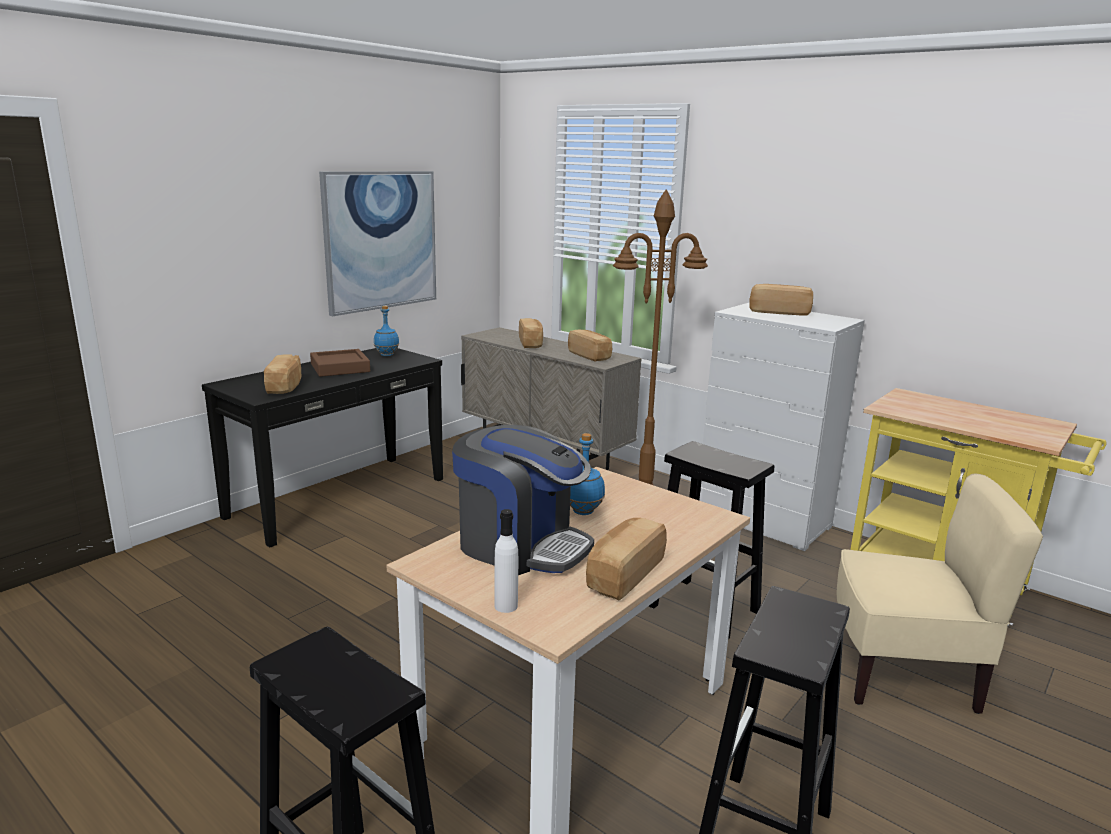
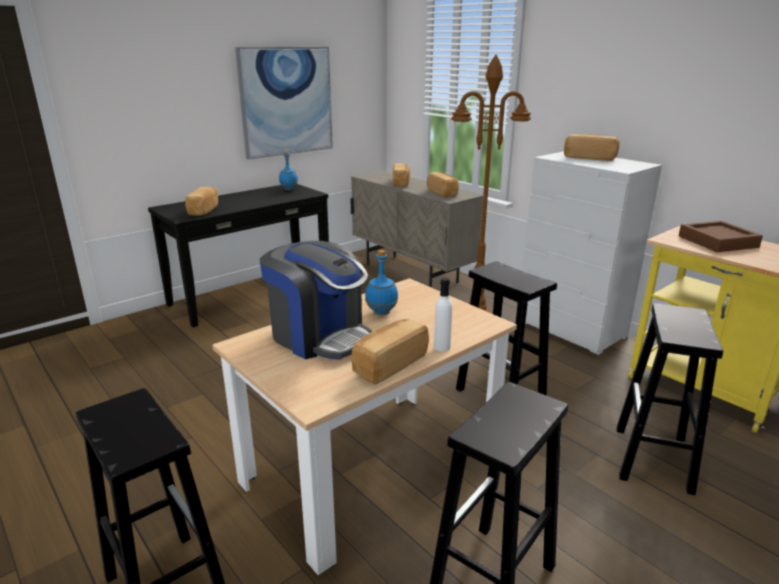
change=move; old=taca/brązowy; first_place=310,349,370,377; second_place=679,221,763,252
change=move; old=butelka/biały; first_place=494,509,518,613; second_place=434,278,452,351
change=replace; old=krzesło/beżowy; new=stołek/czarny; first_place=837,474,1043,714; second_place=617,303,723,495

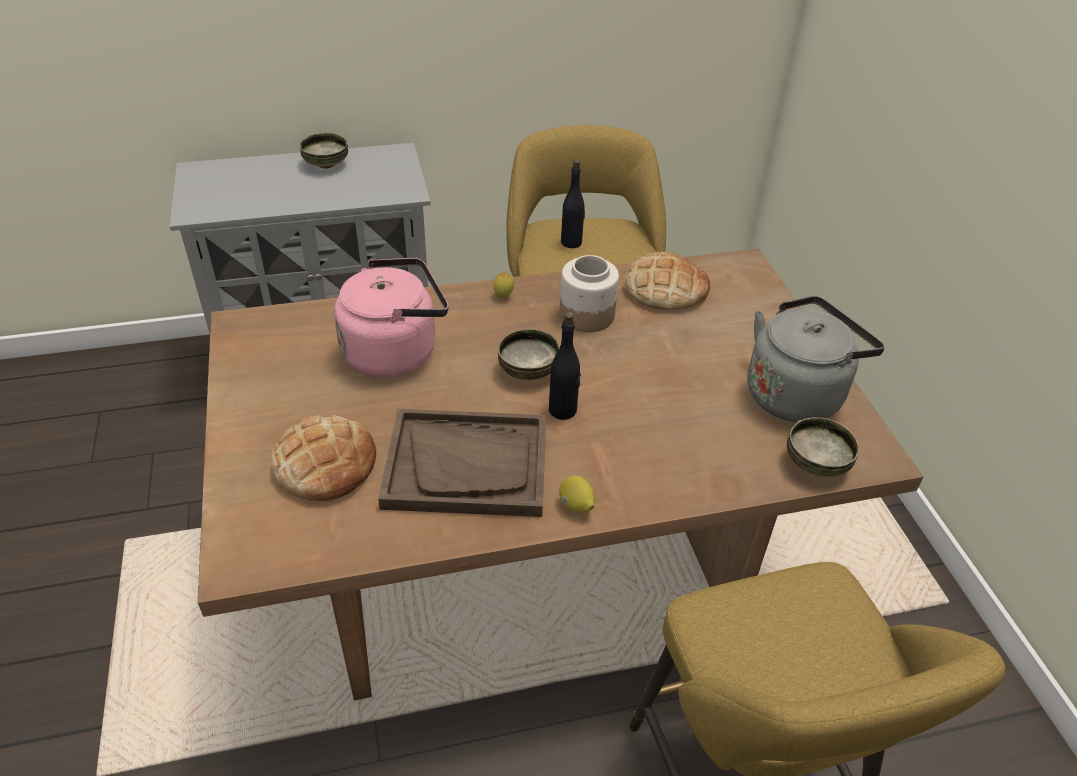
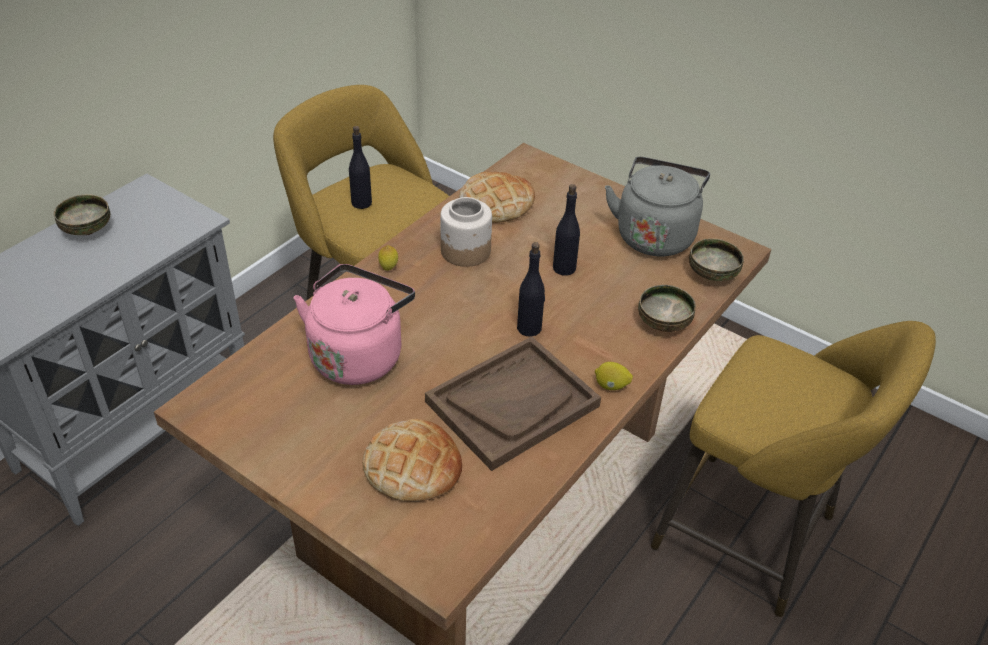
change=insert; new=butelka/czarny; second_place=553,184,580,276
change=move; old=miska; first_place=498,329,560,380; second_place=638,285,696,332

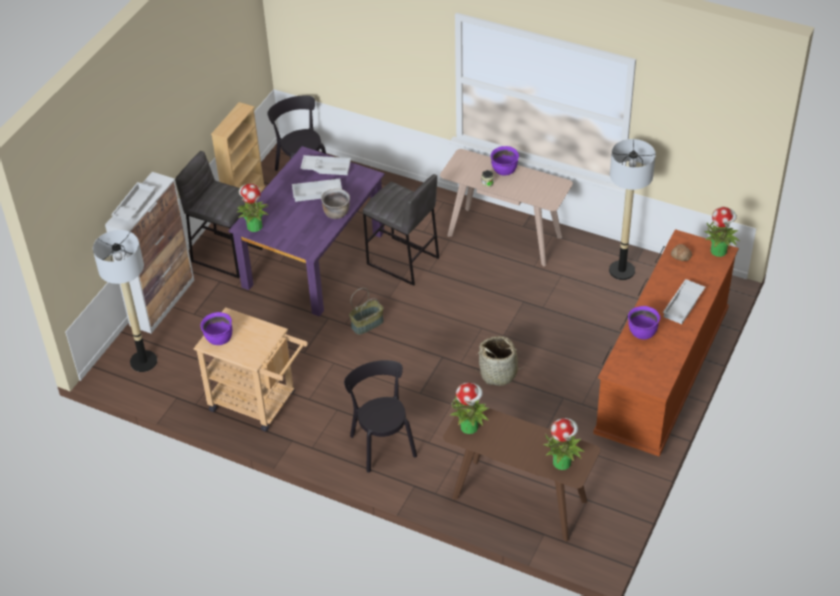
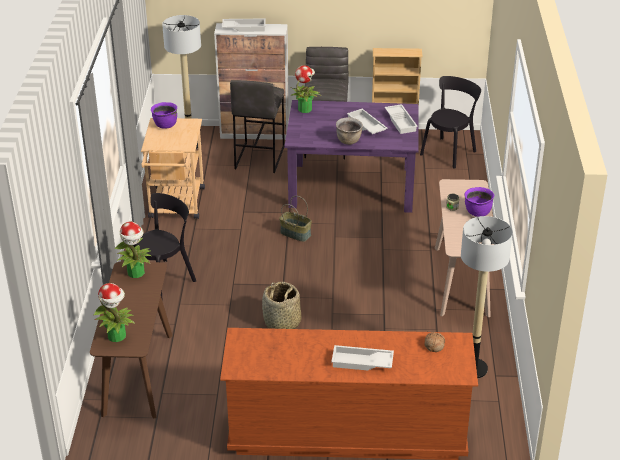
change=delete; old=garnek/fioletowy; first_place=628,306,660,340
change=delete; old=roślina doniczkowa; first_place=704,207,740,257
change=move; old=stołek/szary; first_place=363,174,439,286; second_place=230,80,285,173

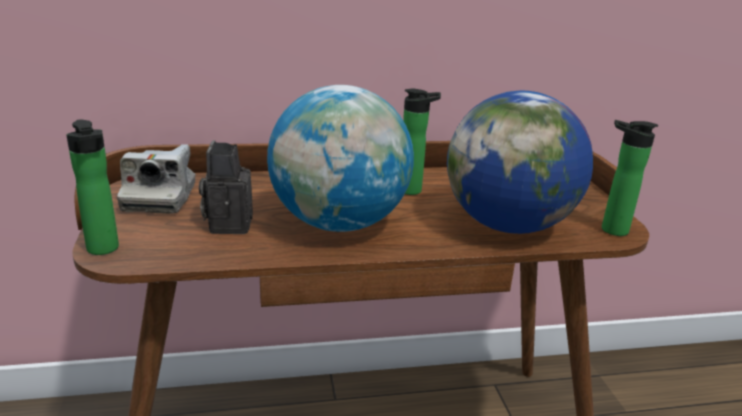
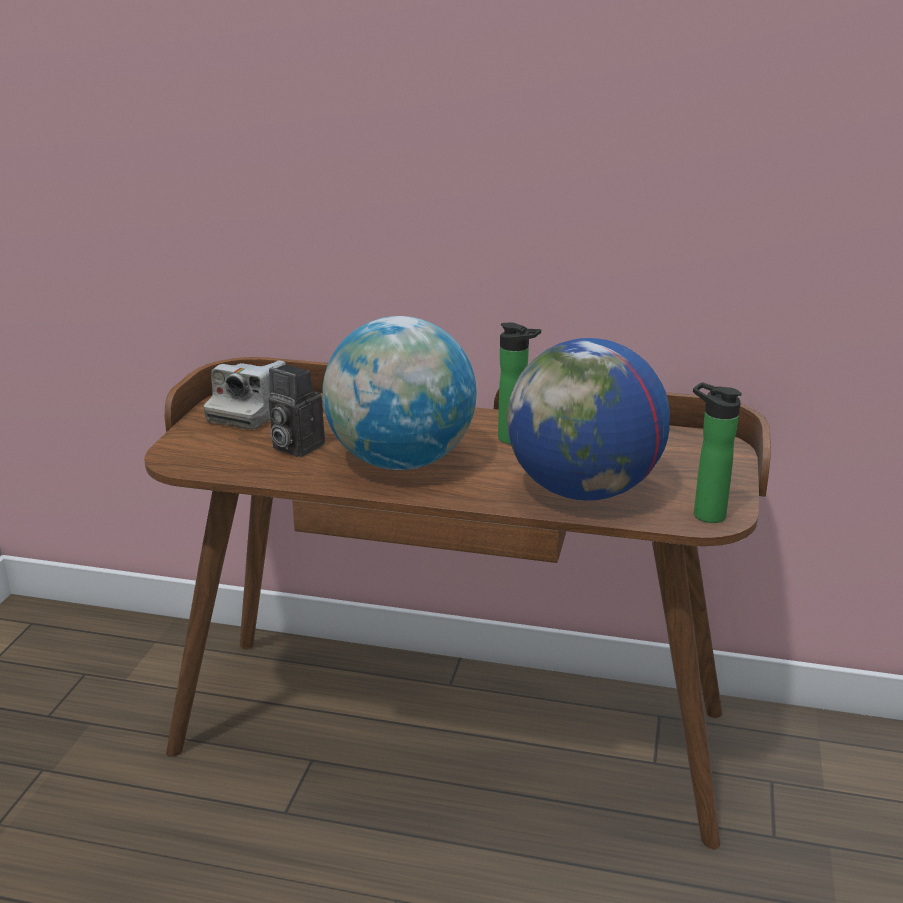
change=delete; old=butelka; first_place=66,119,119,255
change=rotate; old=aparat fotograficzny; first_place=199,140,253,234; second_place=269,365,325,457; degrees=-75

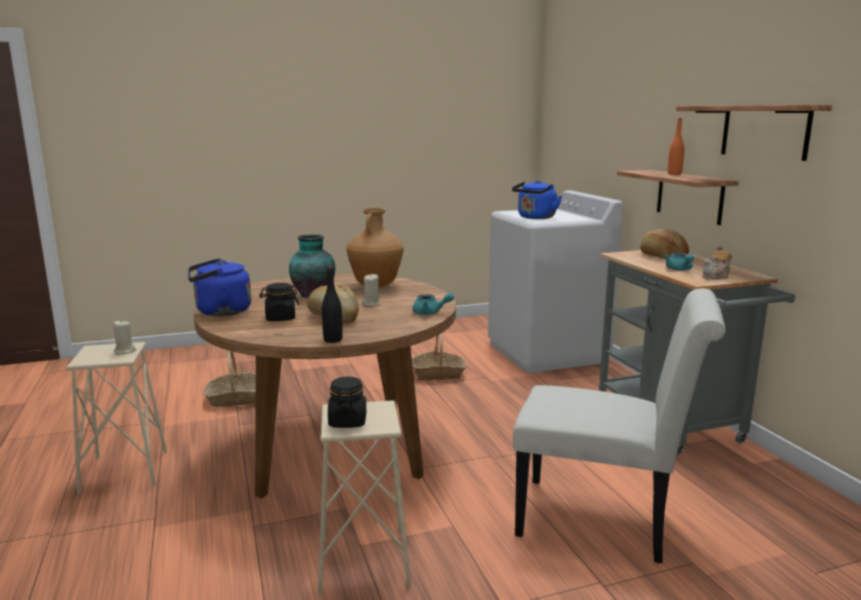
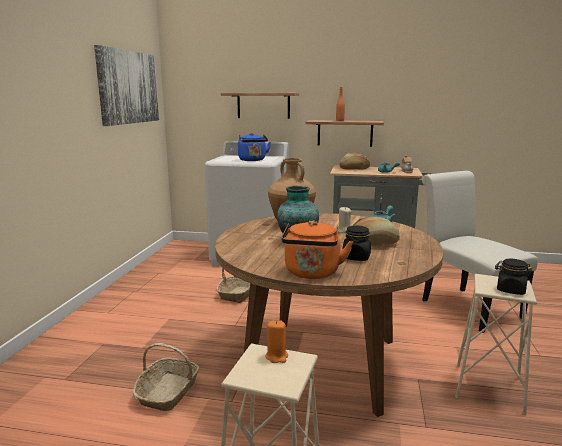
change=delete; old=butelka/czarny; first_place=322,266,343,343
change=insert; new=obraz; second_place=94,45,159,126
change=move; old=półka; first_place=676,105,832,161; second_place=221,93,299,119
change=recolor; old=świeca/beżowy; new=świeca/pomarańczowy; first_place=113,321,136,355; second_place=265,320,288,363
change=recolor; old=czajnik/niebieski; new=czajnik/pomarańczowy; first_place=188,258,251,316; second_place=281,220,353,279
change=rotate; old=krzesło/biały; first_place=513,288,726,564; second_place=422,171,538,333; degrees=-75

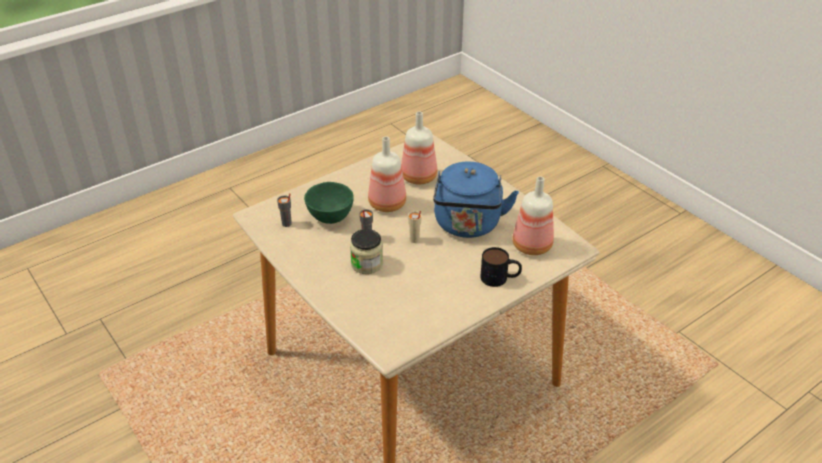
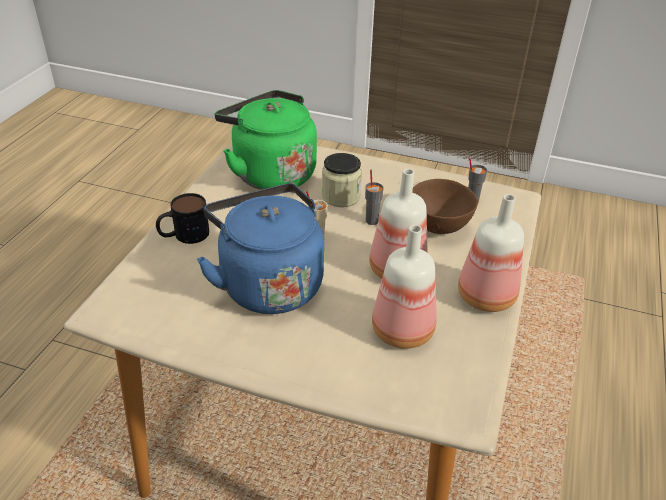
change=insert; new=czajnik/zielony; second_place=214,90,317,190
change=move; old=butelka; first_place=512,176,554,255; second_place=458,194,524,312
change=recolor; old=miska/zielony; new=miska/brązowy; first_place=304,182,354,224; second_place=412,179,478,234

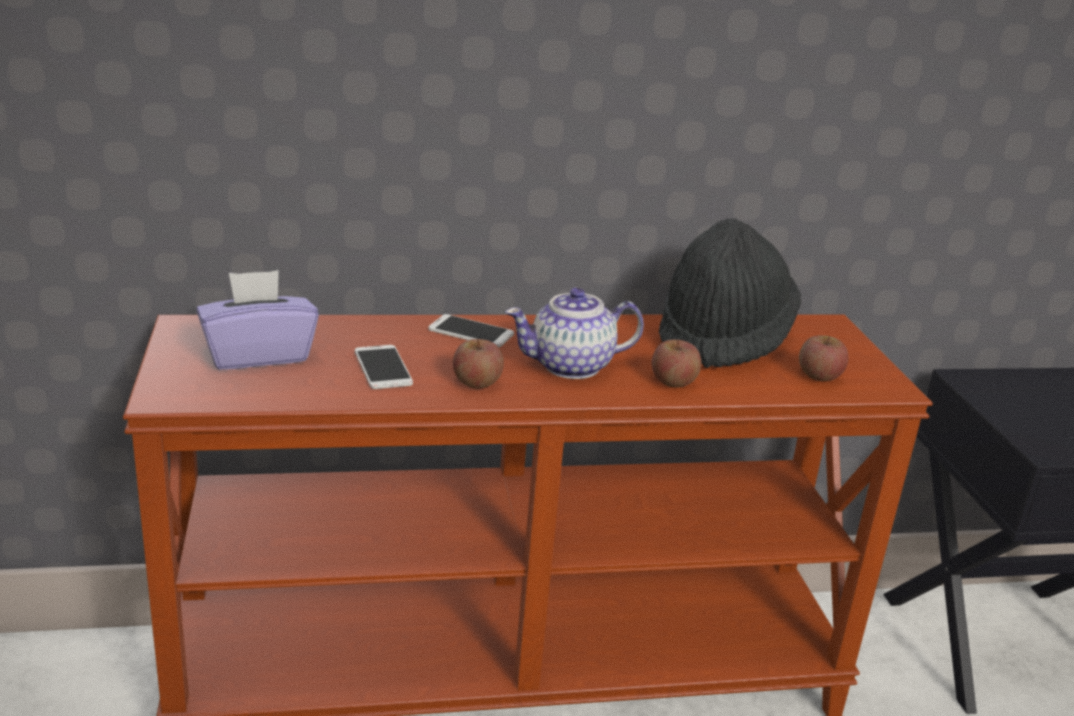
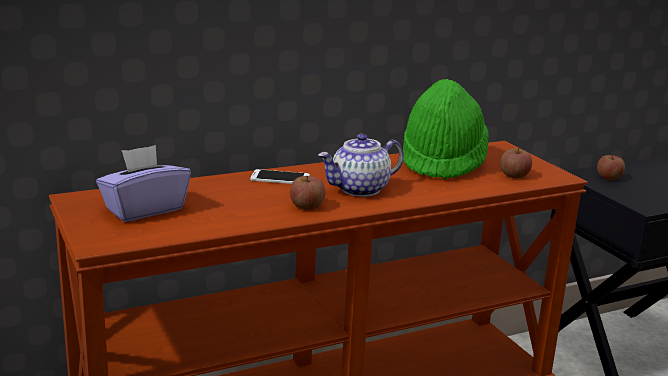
change=delete; old=telefon; first_place=355,345,413,389
change=move; old=jabłko; first_place=652,340,701,388; second_place=597,155,625,180
change=recolor; old=kapelusz/czarny; new=kapelusz/zielony; first_place=659,218,801,369; second_place=403,79,489,180

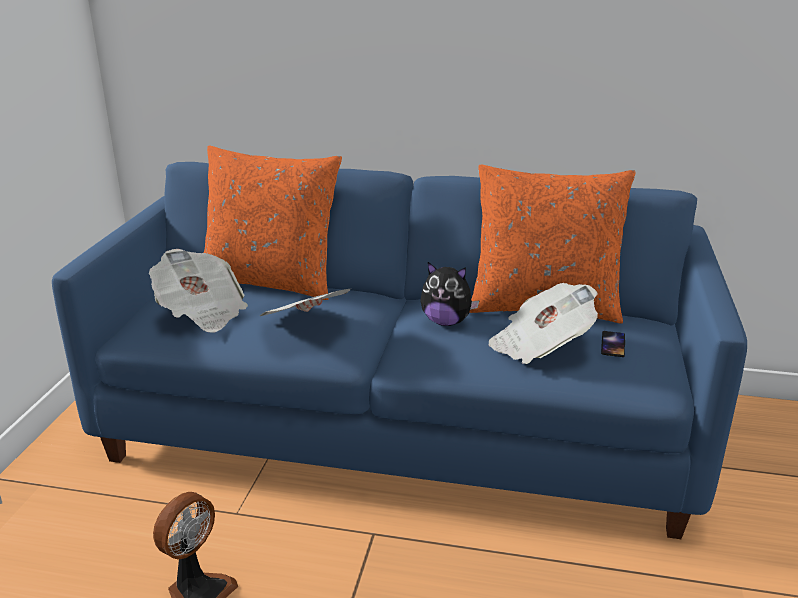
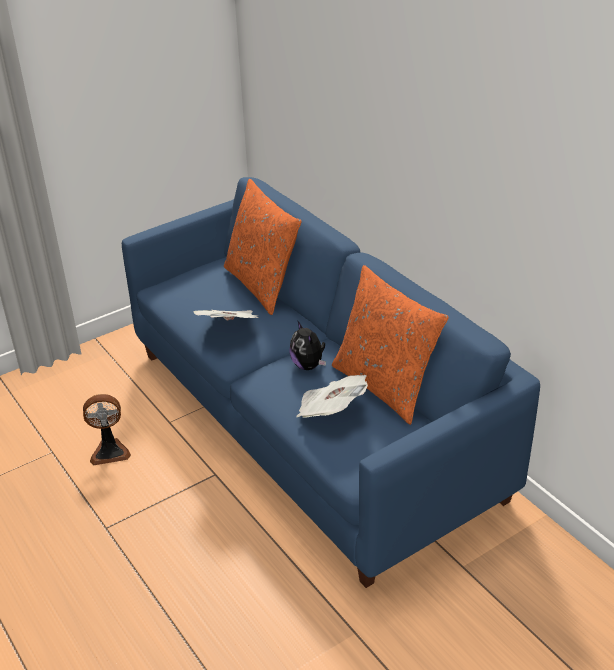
change=delete; old=gazeta; first_place=149,249,248,333
change=delete; old=telefon; first_place=601,331,625,357

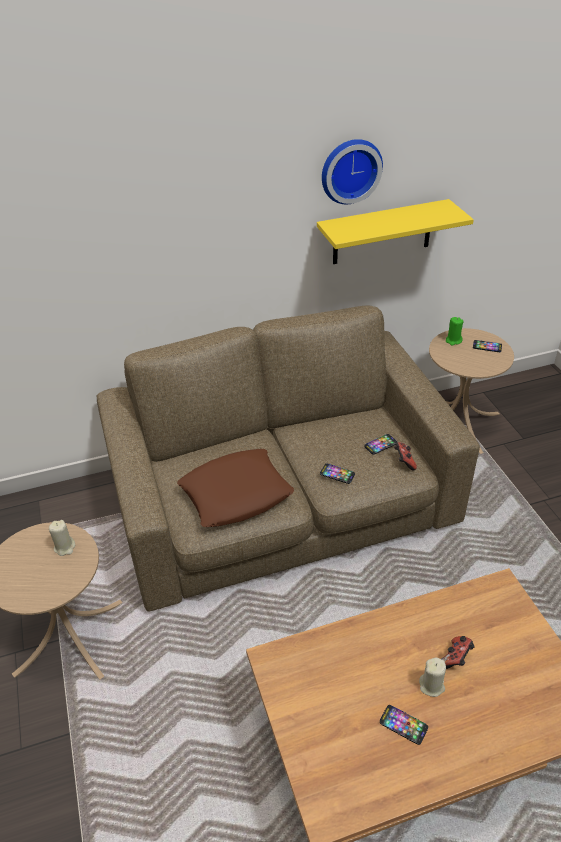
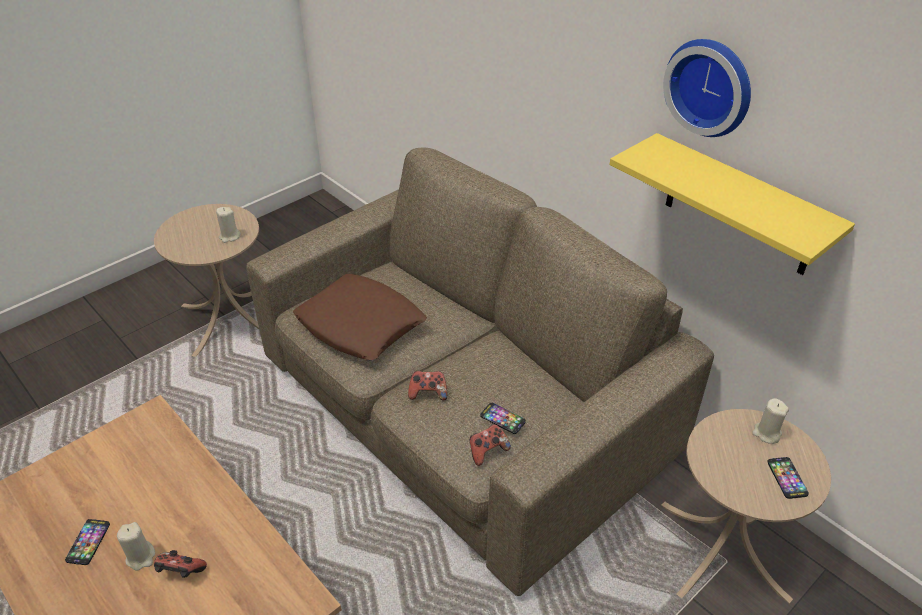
change=replace; old=telefon; new=pad do gier; first_place=320,464,355,484; second_place=408,371,447,401
change=recolor; old=świeca/zielony; new=świeca/beżowy; first_place=446,317,464,346; second_place=752,398,789,444

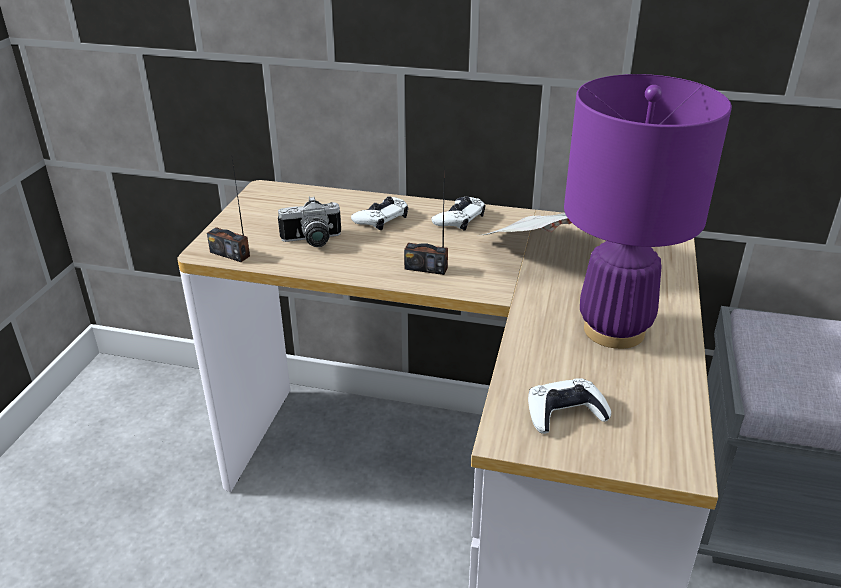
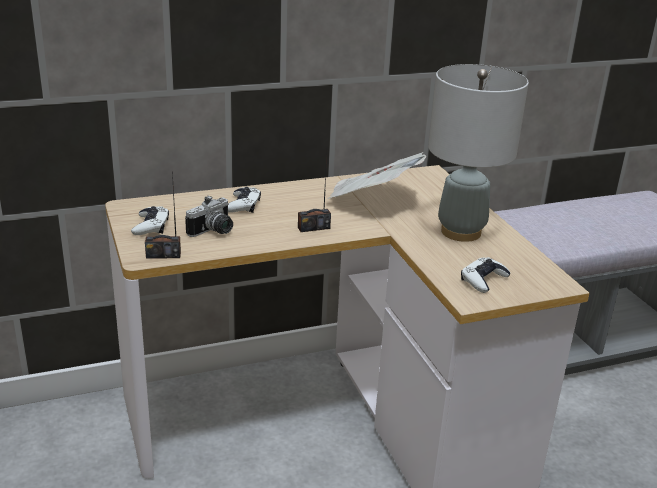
change=move; old=pad do gier/biały; first_place=431,196,486,231; second_place=131,206,169,235
change=recolor; old=lampa stołowa/fioletowy; new=lampa stołowa/szary; first_place=564,74,732,349; second_place=428,64,529,242

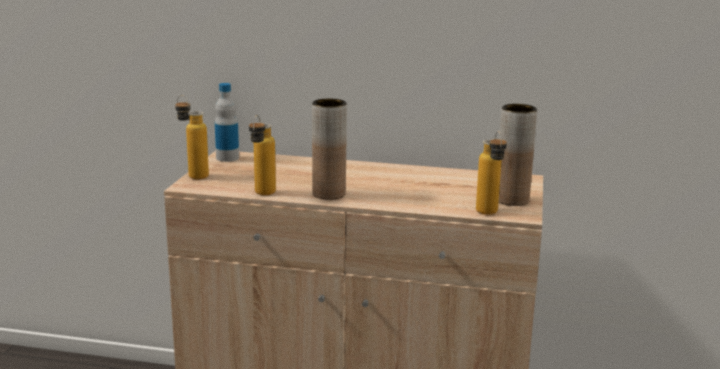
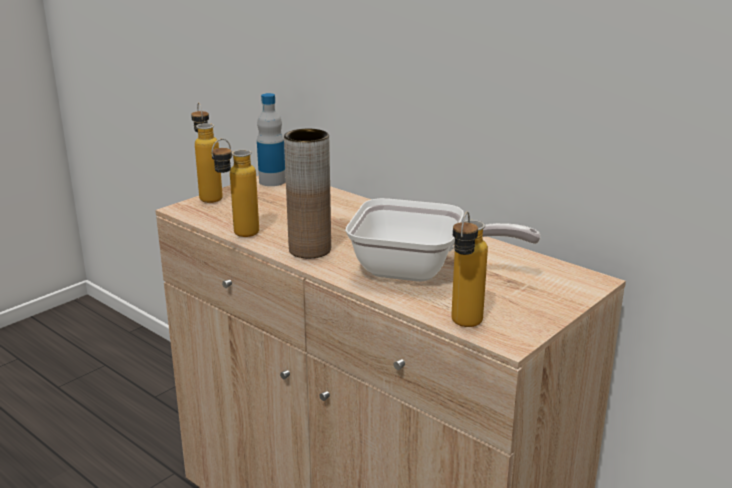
change=delete; old=wazon/brązowy; first_place=499,104,537,206
change=insert; new=patelnia; second_place=345,198,541,282

